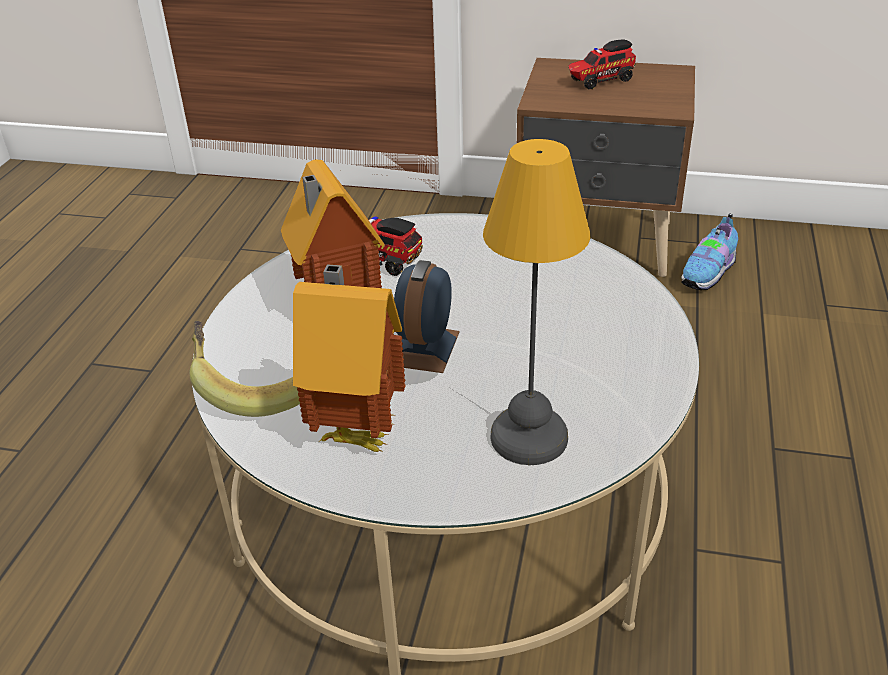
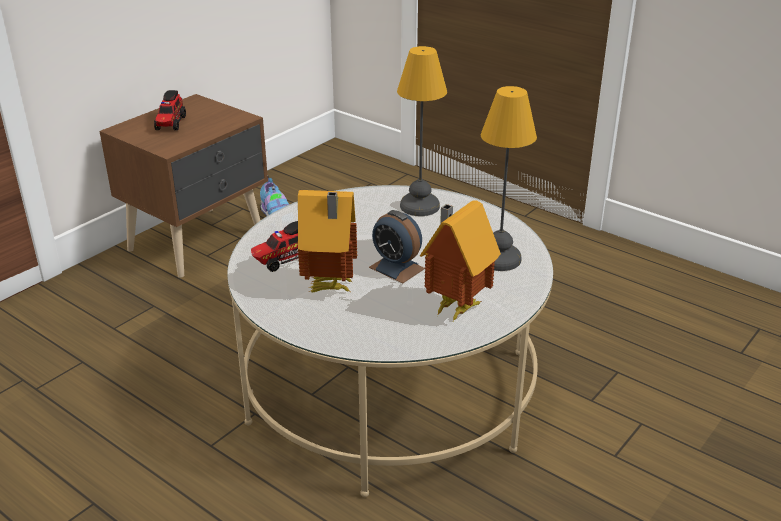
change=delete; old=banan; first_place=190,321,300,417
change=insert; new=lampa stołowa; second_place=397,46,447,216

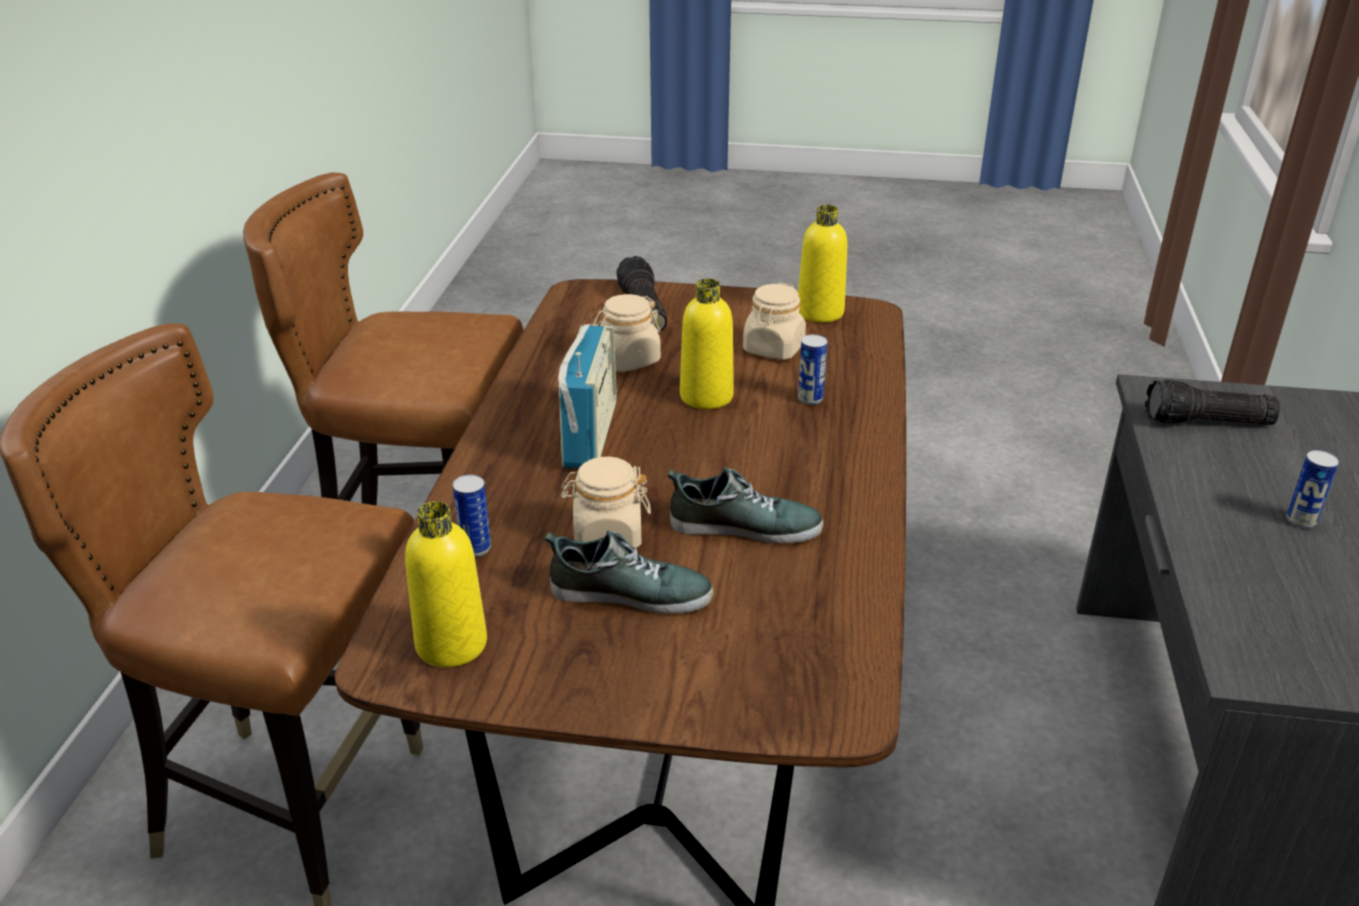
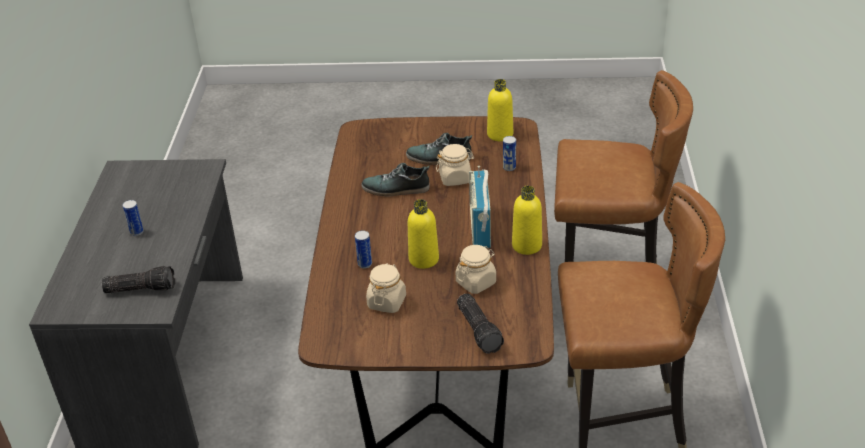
change=move; old=butelka/żółty; first_place=798,205,847,323; second_place=512,186,542,255

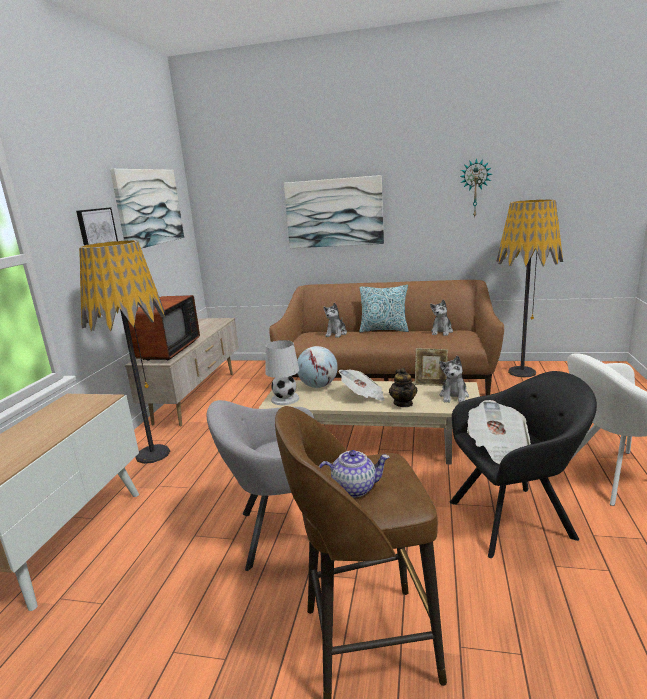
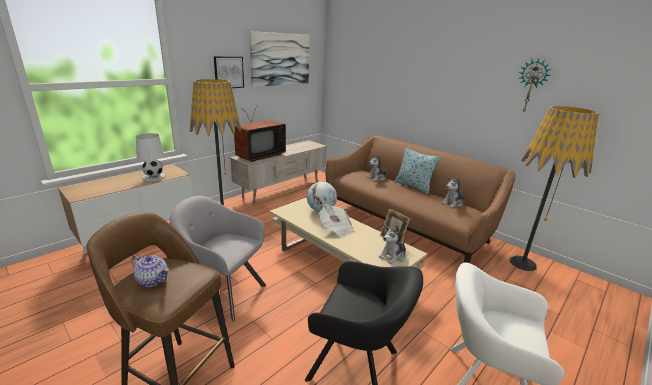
change=delete; old=obraz; first_place=284,175,384,248
change=delete; old=imbryk; first_place=389,368,417,407
change=delete; old=gazeta; first_place=467,400,531,464
change=move; old=lampa stołowa/biały; first_place=265,340,299,405; second_place=136,133,166,181

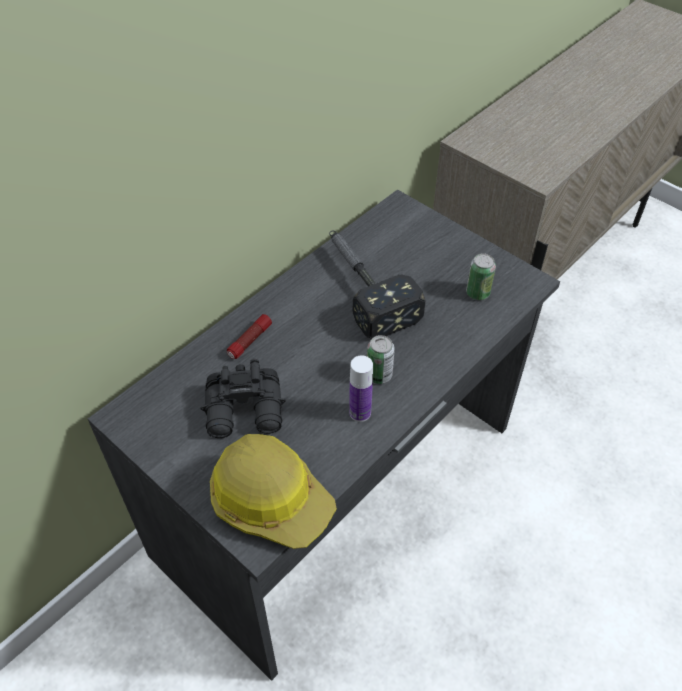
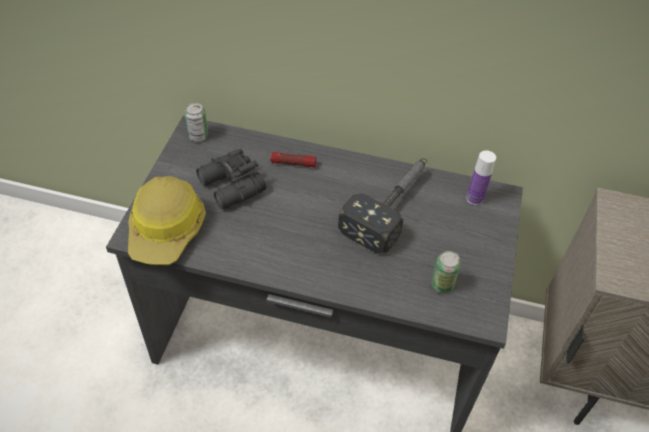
change=move; old=butelka; first_place=349,355,373,422; second_place=466,150,496,205
change=move; old=puszka; first_place=367,335,395,384; second_place=185,103,208,142

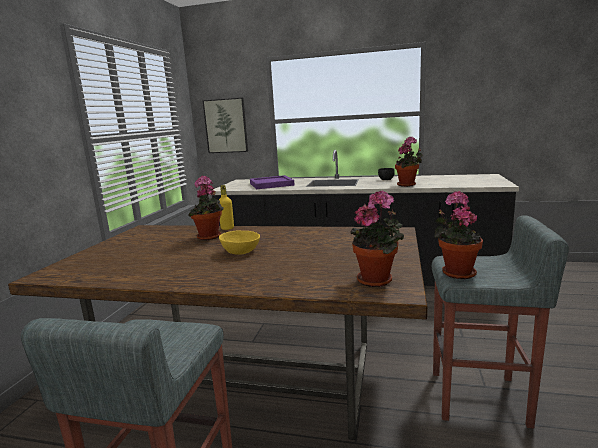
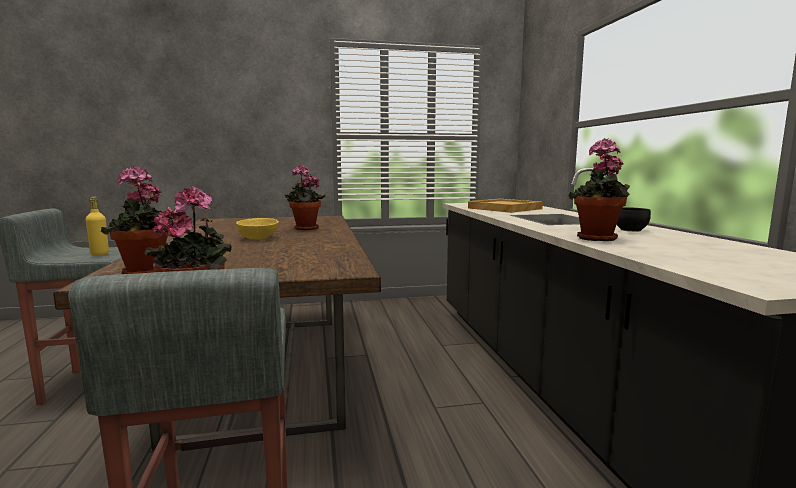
change=delete; old=obraz; first_place=202,98,248,153
change=move; old=butelka/żółty; first_place=219,185,234,230; second_place=86,197,109,256
change=recolor; old=taca/fioletowy; new=taca/beżowy; first_place=250,175,295,189; second_place=468,199,543,213

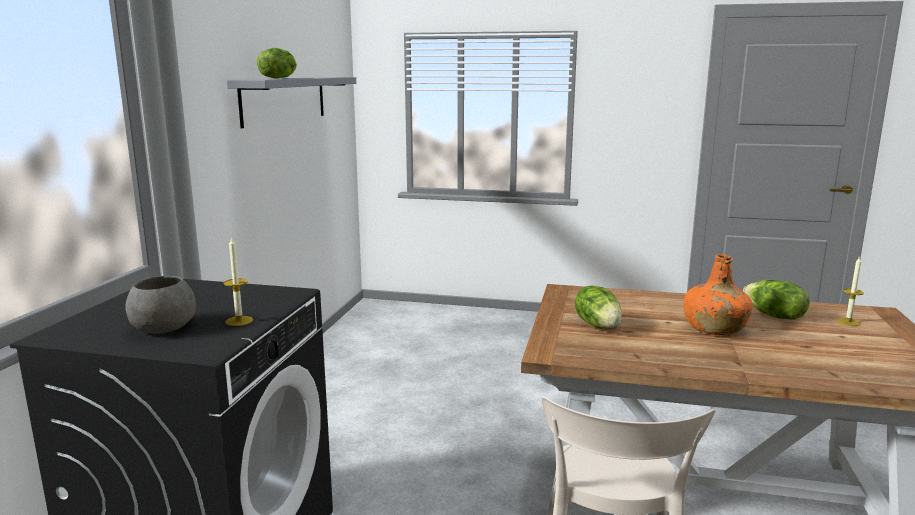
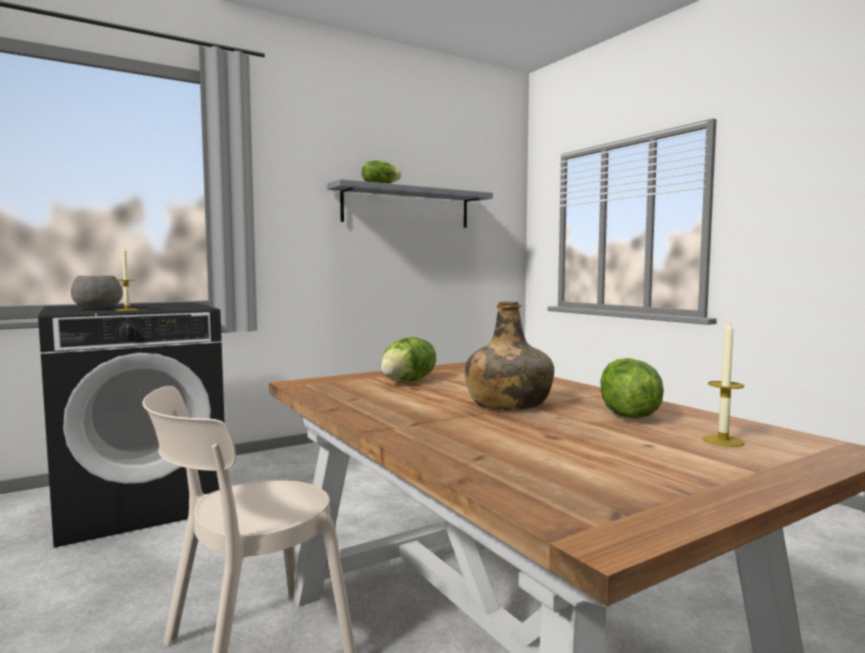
change=recolor; old=butelka/pomarańczowy; new=butelka/zielony; first_place=684,254,753,335; second_place=464,301,554,410

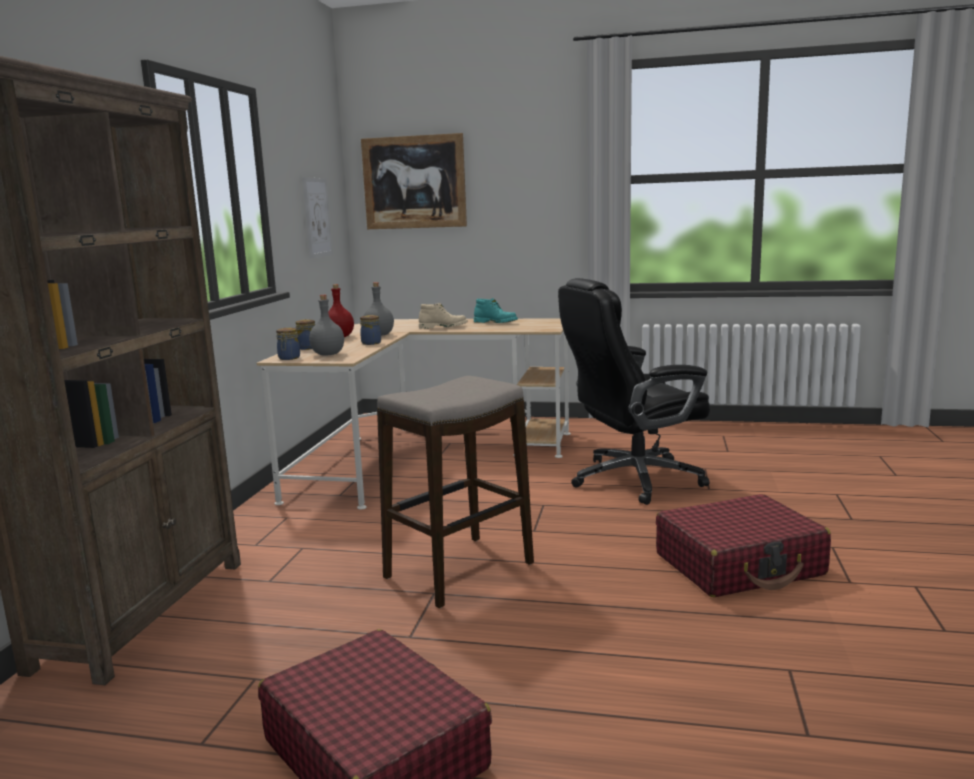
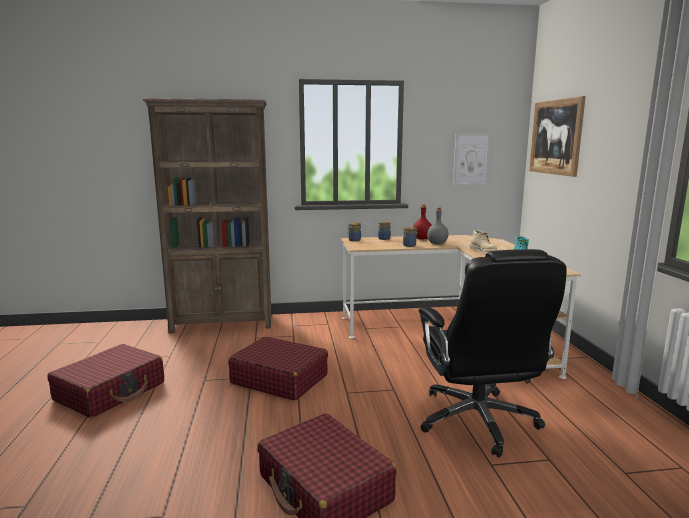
change=delete; old=butelka/szary; first_place=309,295,344,356
change=replace; old=stołek; new=walizka/czerwony; first_place=377,376,534,608; second_place=228,337,328,401
change=rotate; old=krzesło biurowe/czarny; first_place=558,278,710,505; second_place=419,249,567,457; degrees=-150

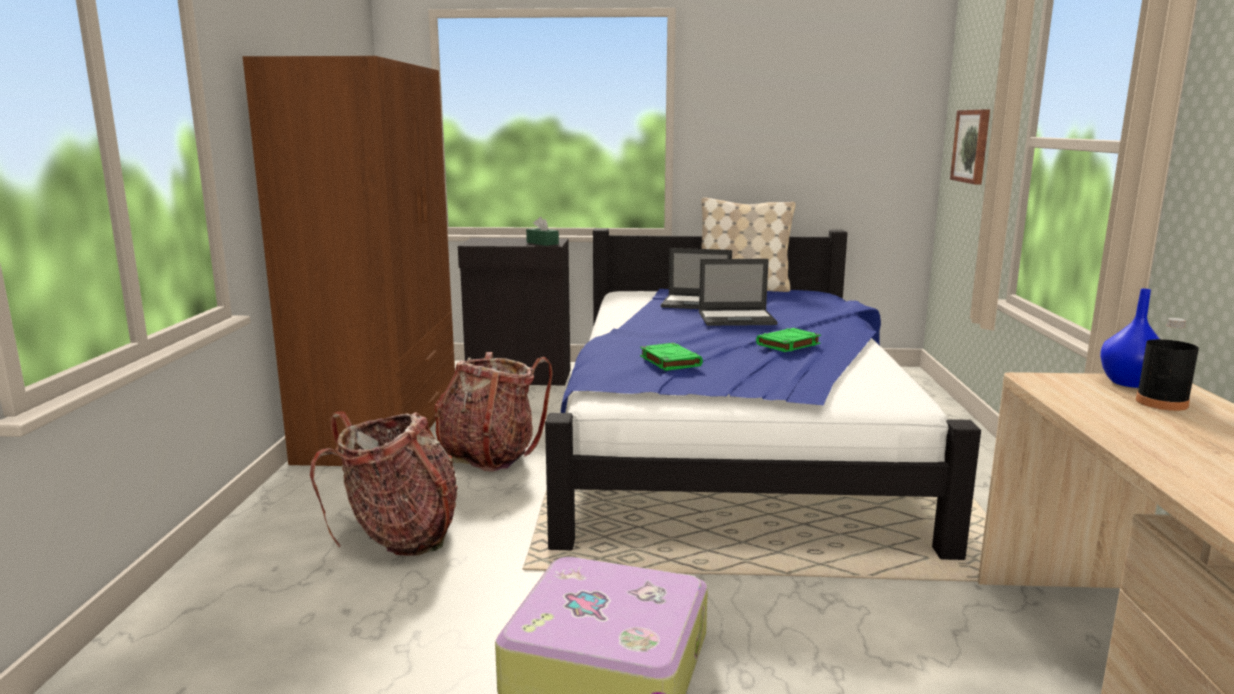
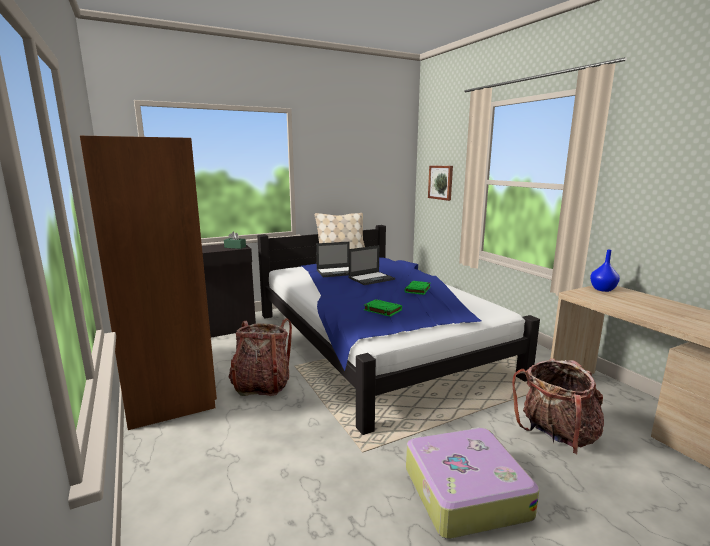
change=delete; old=butelka/czarny; first_place=1136,318,1199,411
change=move; old=plecak; first_place=310,411,458,556; second_place=512,358,604,455

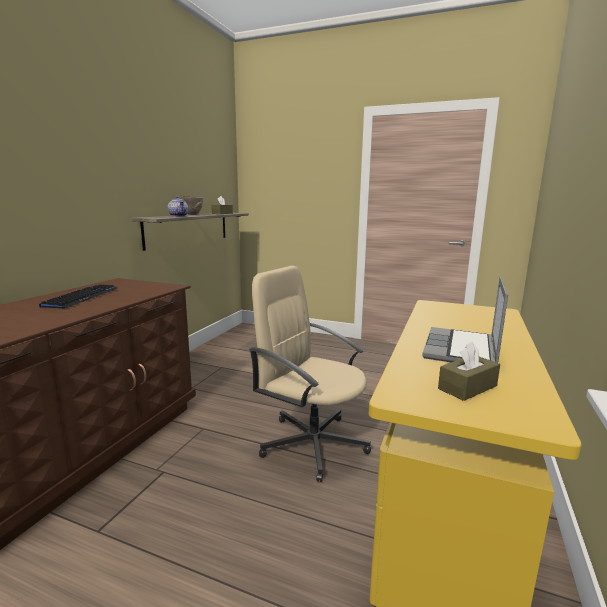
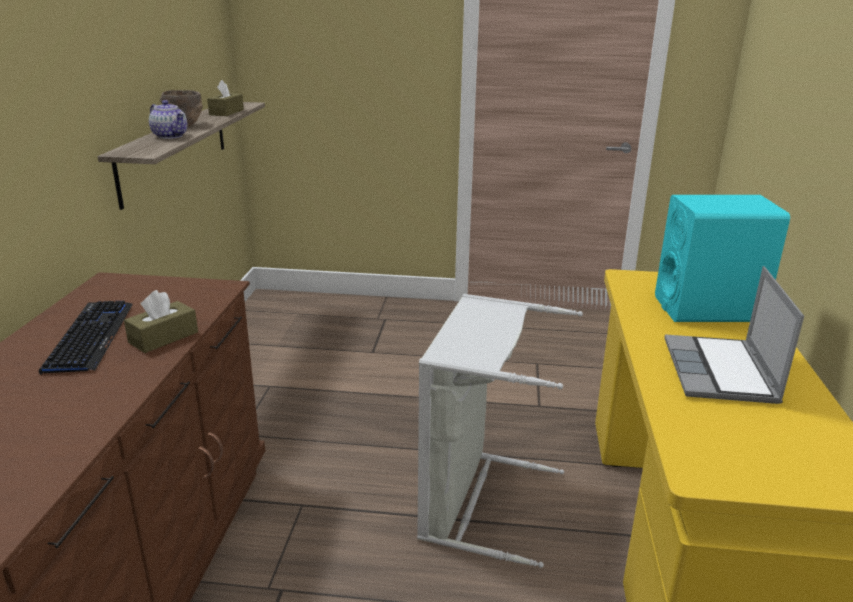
change=insert; new=głośnik/turkusowy; second_place=655,195,790,322
change=move; old=pudełko chusteczek/brązowy; first_place=438,342,500,401; second_place=124,290,198,353
change=replace; old=krzesło biurowe/beżowy; new=kosz na pranie/szary; first_place=249,266,371,482; second_place=417,294,583,568

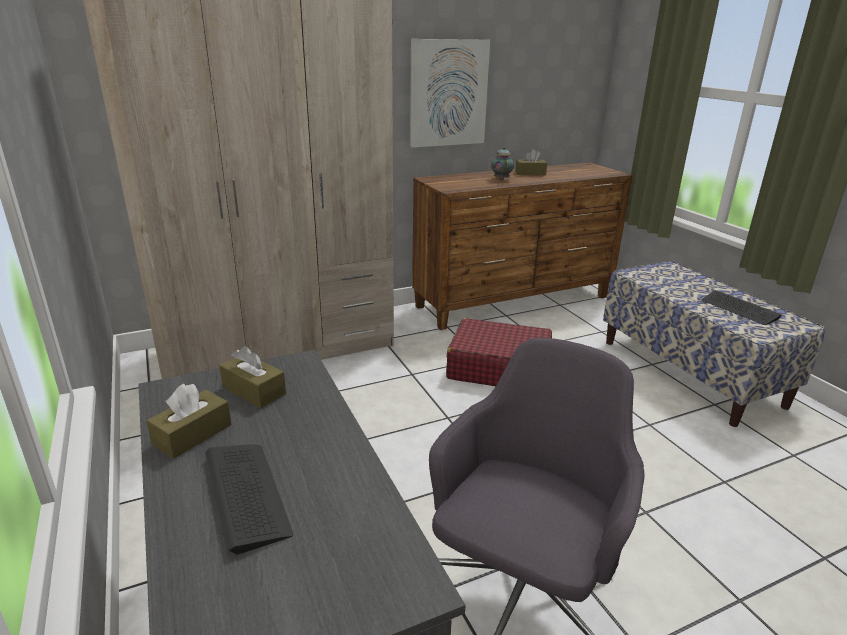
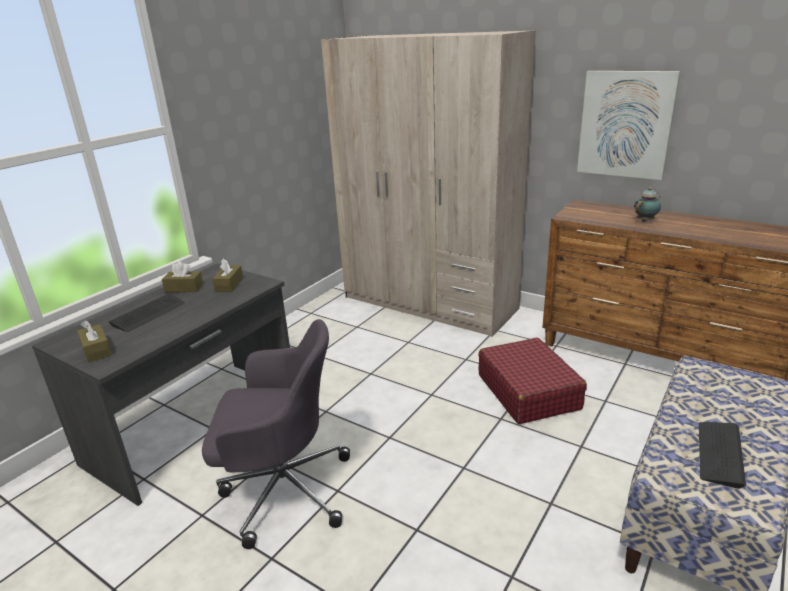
change=move; old=pudełko chusteczek/brązowy; first_place=515,149,547,175; second_place=77,320,112,362

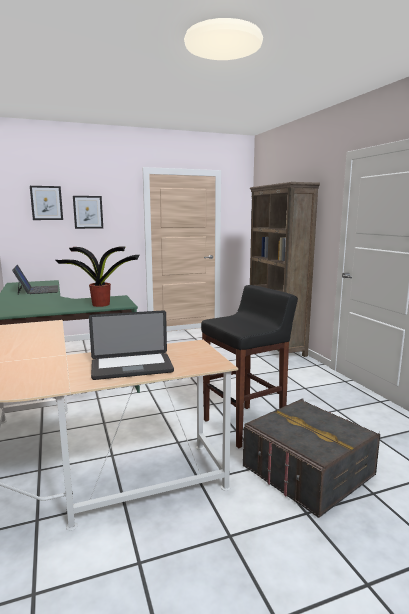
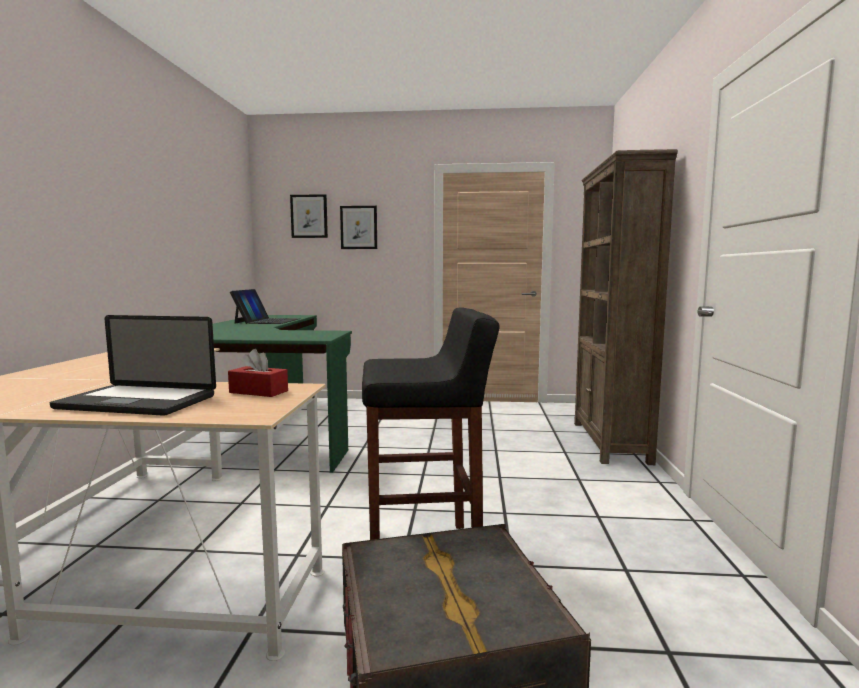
change=delete; old=roślina doniczkowa; first_place=56,246,139,307
change=insert; new=pudełko chusteczek/czerwony; second_place=228,349,288,397

